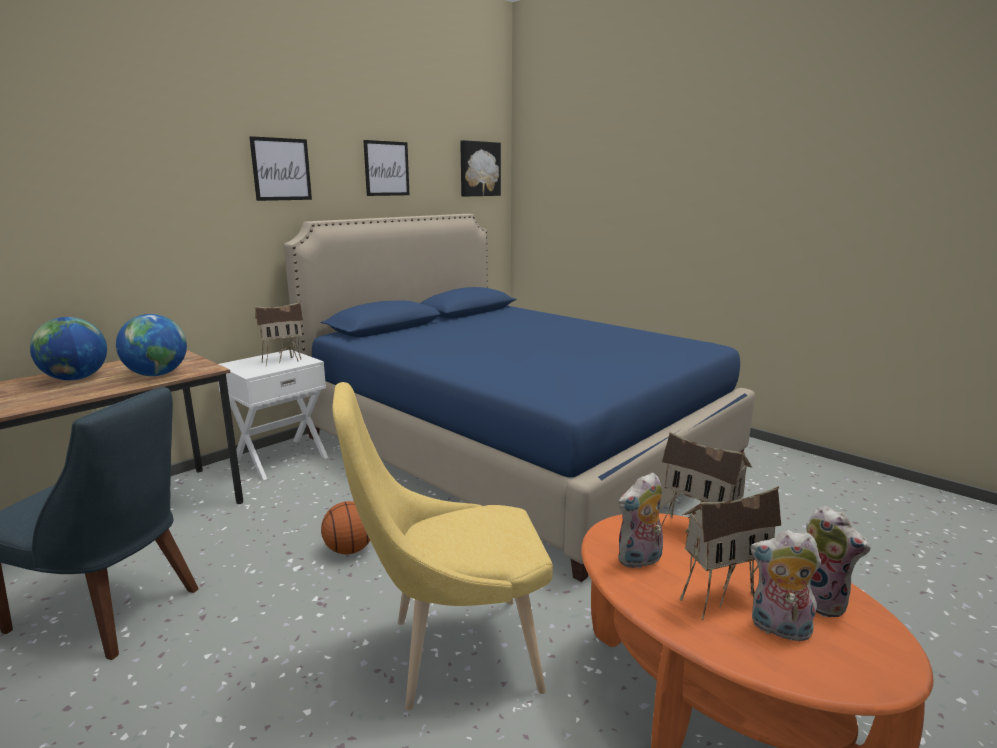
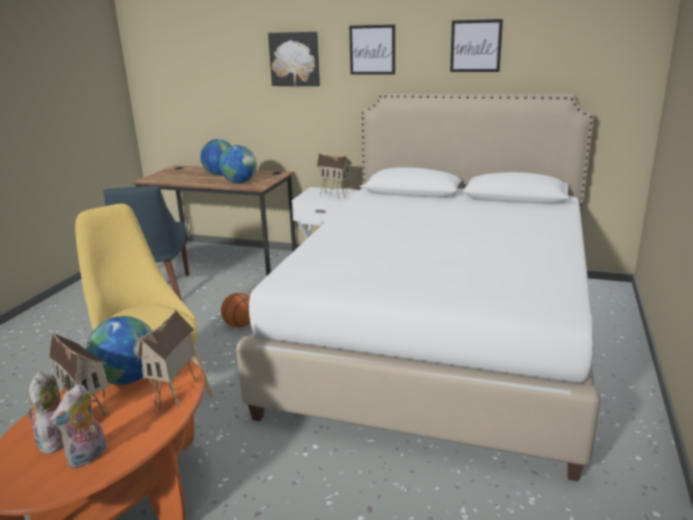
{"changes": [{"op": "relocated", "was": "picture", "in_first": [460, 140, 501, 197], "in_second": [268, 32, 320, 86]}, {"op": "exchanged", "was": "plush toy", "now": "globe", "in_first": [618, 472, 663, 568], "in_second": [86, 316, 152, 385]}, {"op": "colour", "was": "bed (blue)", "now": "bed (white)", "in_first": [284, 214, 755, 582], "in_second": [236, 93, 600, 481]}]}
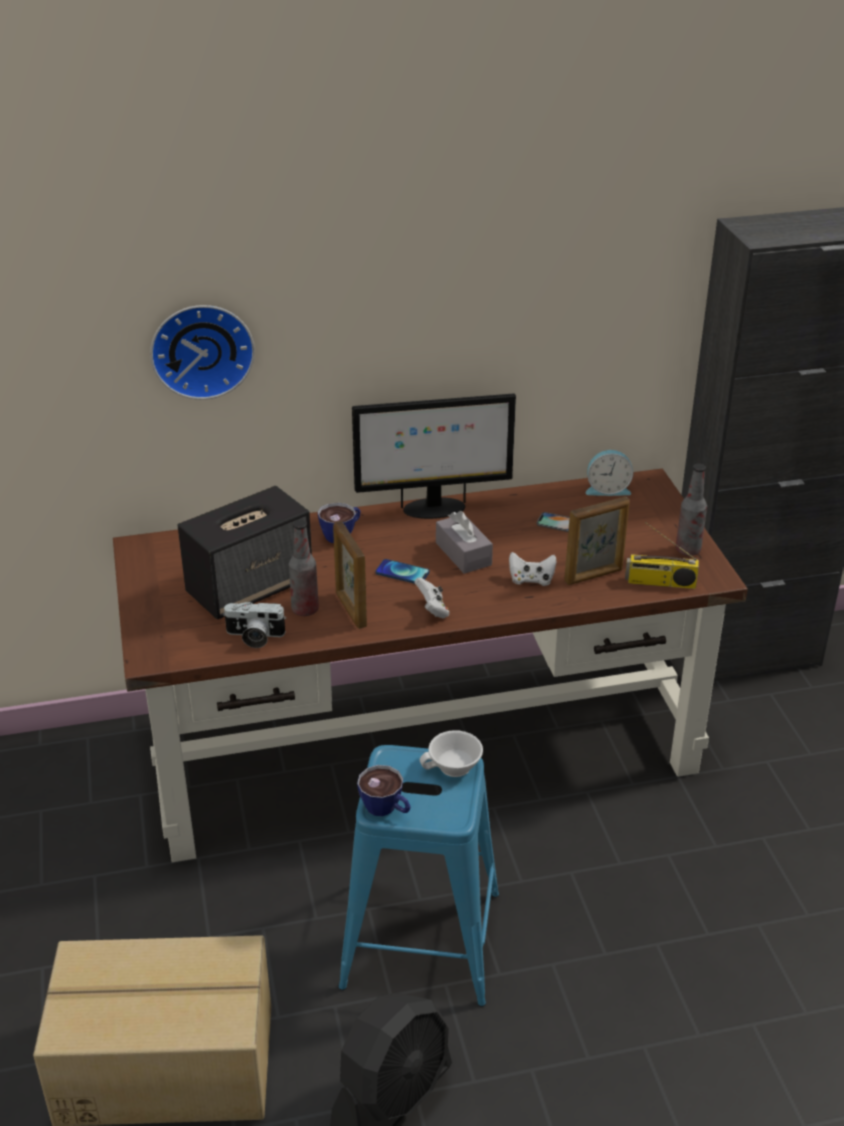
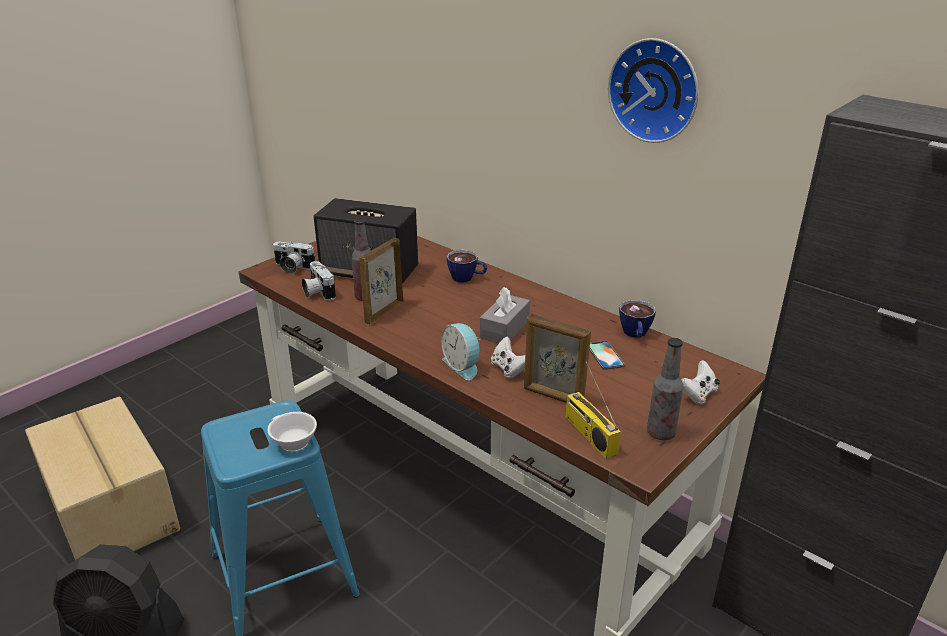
{"changes": [{"op": "missing", "was": "monitor", "in_first": [352, 393, 516, 519]}, {"op": "missing", "was": "phone", "in_first": [375, 559, 430, 584]}, {"op": "appeared", "now": "photo camera", "in_second": [273, 242, 315, 274]}, {"op": "relocated", "was": "wall clock", "in_first": [150, 305, 255, 400], "in_second": [608, 38, 699, 143]}, {"op": "relocated", "was": "cup", "in_first": [357, 765, 411, 816], "in_second": [619, 300, 656, 338]}, {"op": "relocated", "was": "game controller (white)", "in_first": [414, 578, 450, 618], "in_second": [681, 360, 720, 404]}, {"op": "relocated", "was": "alarm clock", "in_first": [585, 450, 633, 496], "in_second": [441, 323, 481, 380]}]}
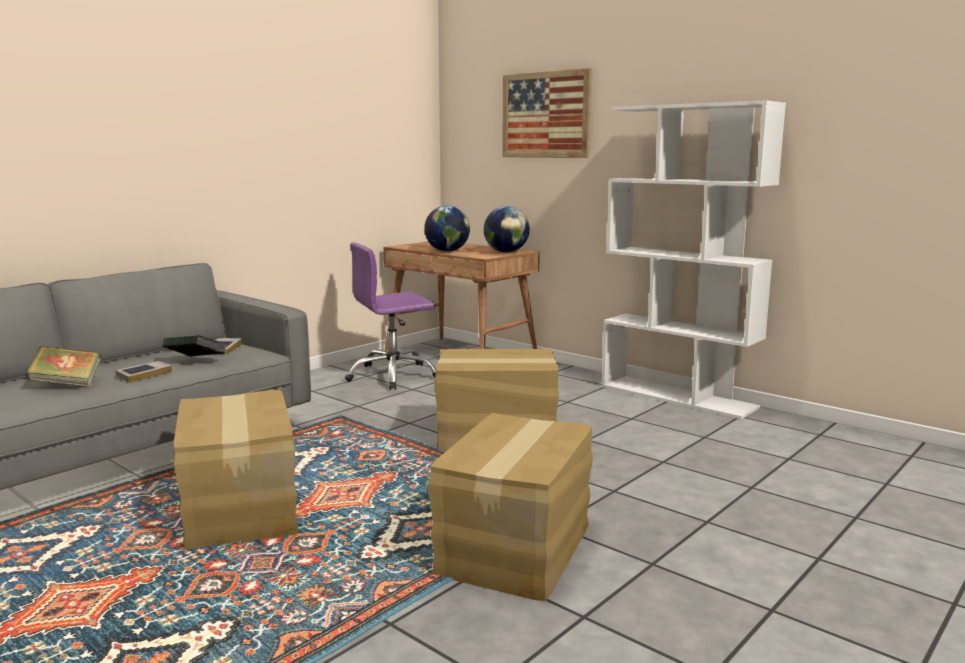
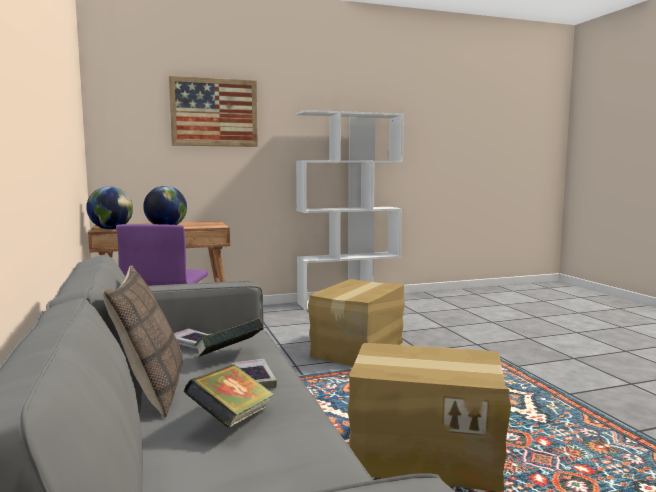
{"changes": [{"op": "missing", "was": "cardboard box", "in_first": [428, 413, 593, 601]}, {"op": "appeared", "now": "pillow", "in_second": [103, 265, 183, 418]}, {"op": "relocated", "was": "globe", "in_first": [484, 206, 530, 252], "in_second": [86, 186, 133, 230]}]}
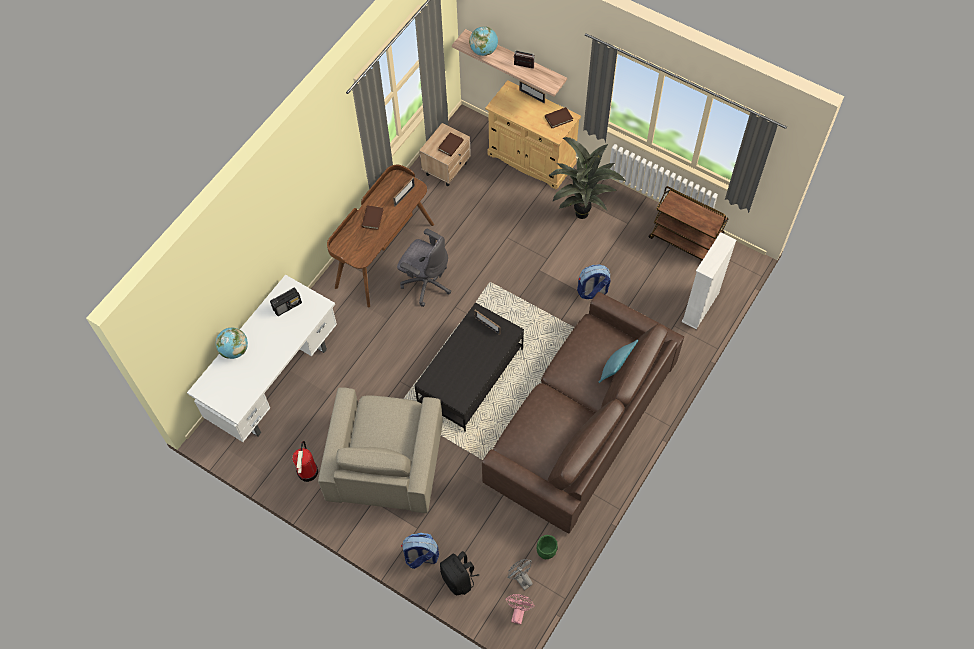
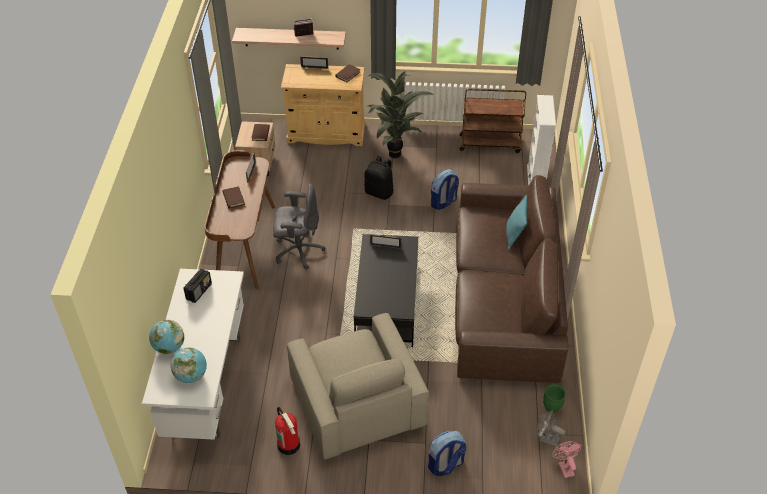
{"changes": [{"op": "relocated", "was": "backpack (black)", "in_first": [440, 551, 479, 595], "in_second": [364, 156, 394, 200]}, {"op": "relocated", "was": "globe", "in_first": [469, 26, 498, 56], "in_second": [171, 347, 207, 383]}]}
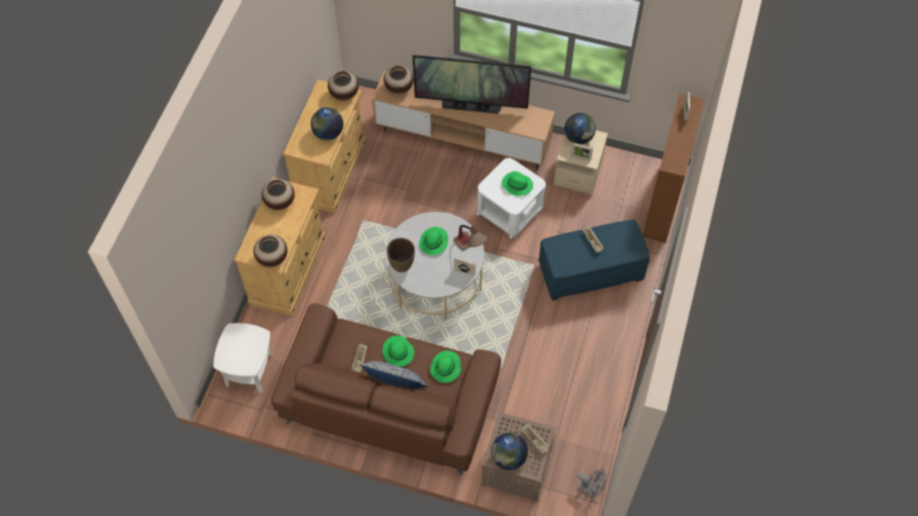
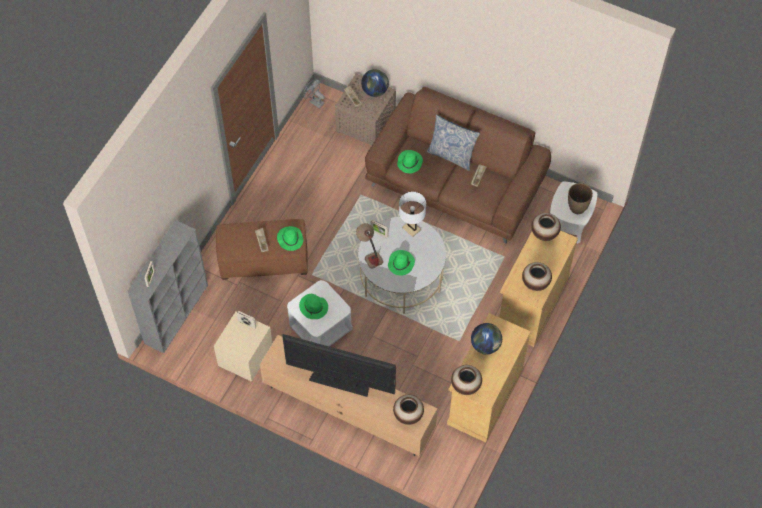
{"changes": [{"op": "missing", "was": "globe", "in_first": [564, 113, 596, 144]}, {"op": "appeared", "now": "table lamp (white)", "in_second": [399, 192, 426, 237]}, {"op": "relocated", "was": "hat (green)", "in_first": [383, 335, 414, 367], "in_second": [277, 226, 303, 251]}, {"op": "relocated", "was": "vase (brown)", "in_first": [387, 238, 415, 272], "in_second": [568, 183, 593, 214]}, {"op": "colour", "was": "ottoman (blue)", "now": "ottoman (brown)", "in_first": [539, 220, 650, 301], "in_second": [216, 219, 308, 280]}, {"op": "colour", "was": "bookcase (brown)", "now": "bookcase (grey)", "in_first": [642, 93, 705, 243], "in_second": [128, 220, 208, 353]}]}
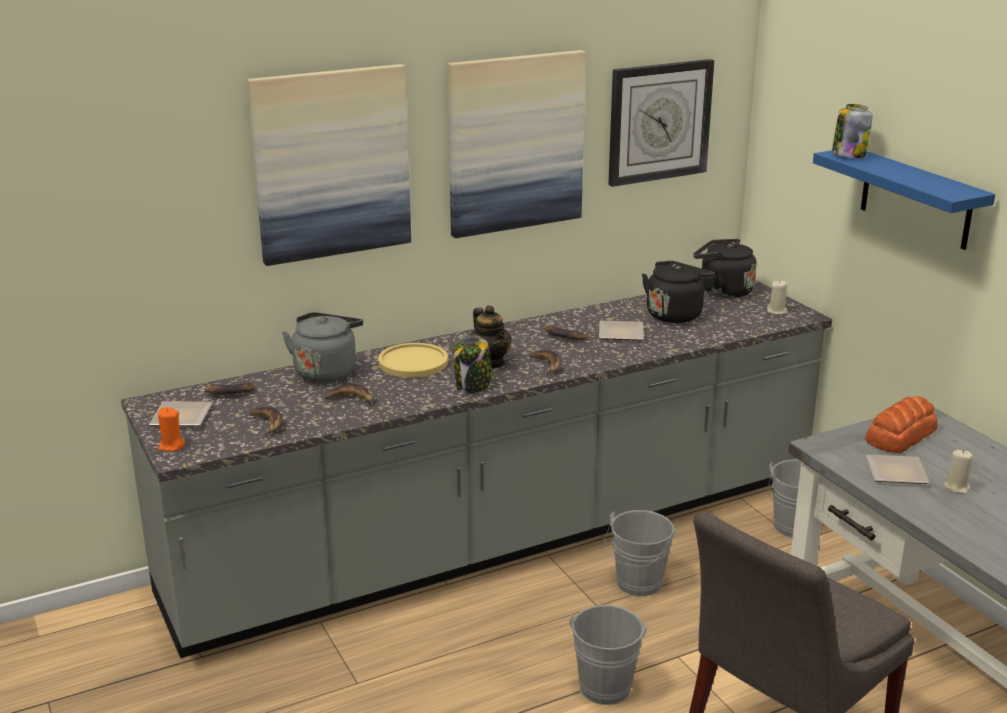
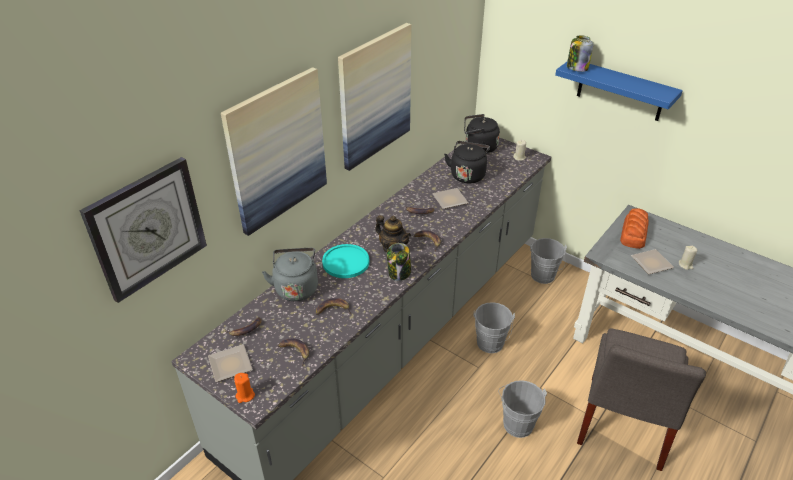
{"changes": [{"op": "relocated", "was": "wall clock", "in_first": [608, 59, 714, 187], "in_second": [79, 157, 207, 303]}, {"op": "colour", "was": "plate (yellow)", "now": "plate (turquoise)", "in_first": [378, 343, 448, 377], "in_second": [322, 244, 370, 278]}]}
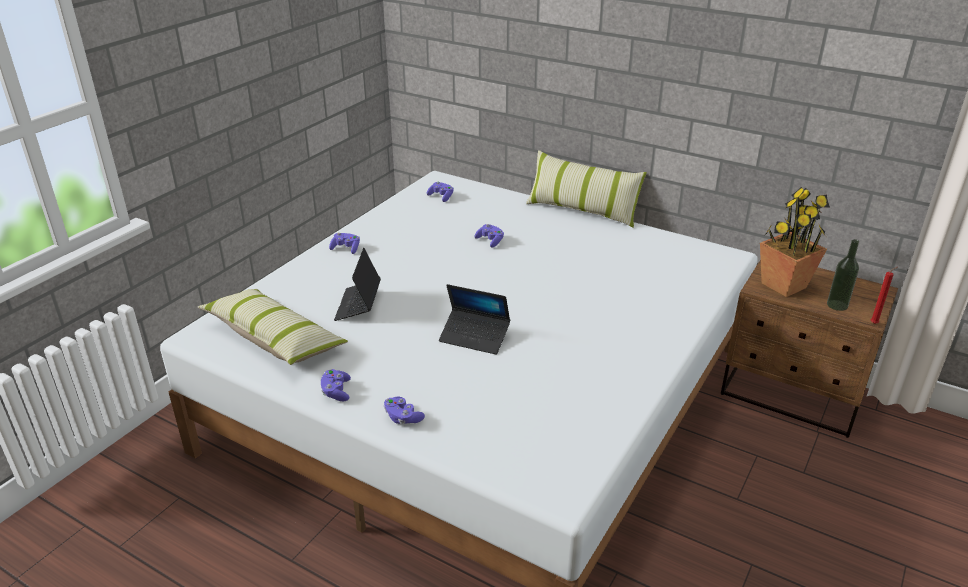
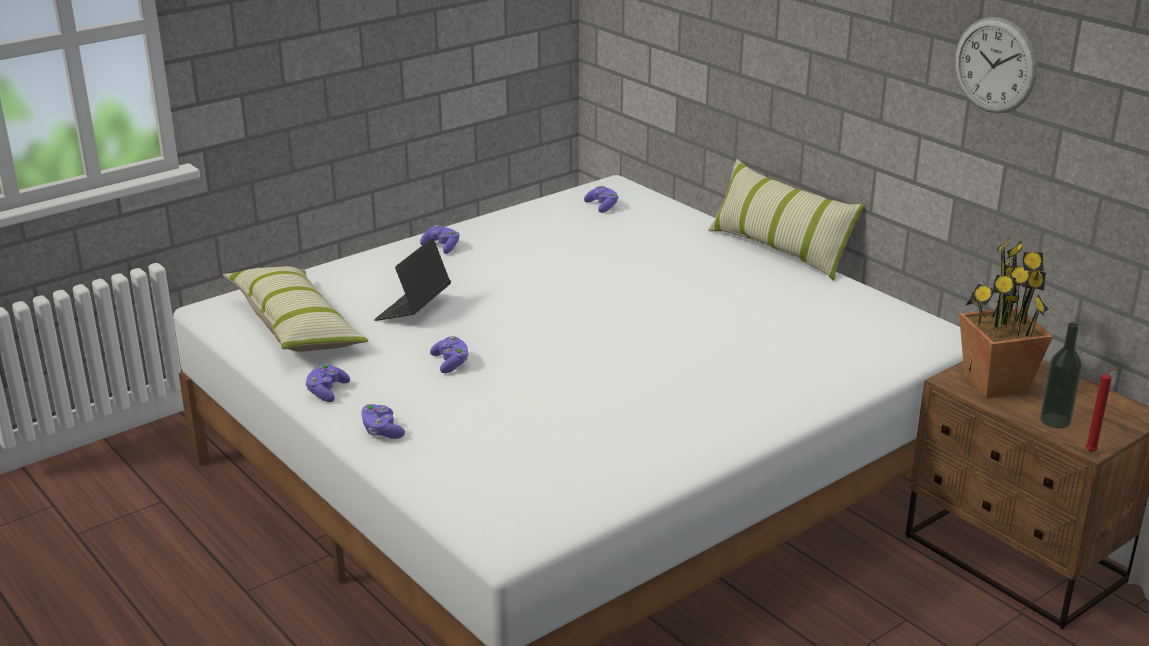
{"changes": [{"op": "missing", "was": "laptop", "in_first": [439, 284, 510, 355]}, {"op": "appeared", "now": "wall clock", "in_second": [955, 17, 1037, 113]}, {"op": "relocated", "was": "game controller (purple)", "in_first": [475, 224, 504, 248], "in_second": [430, 336, 469, 373]}]}
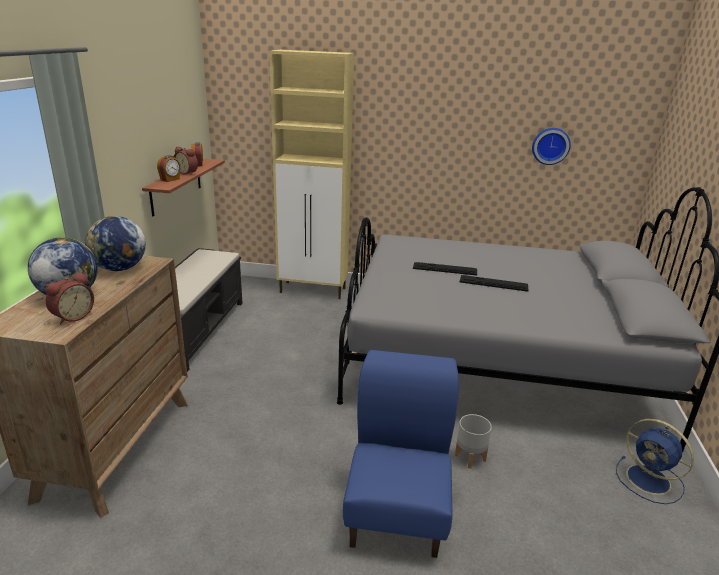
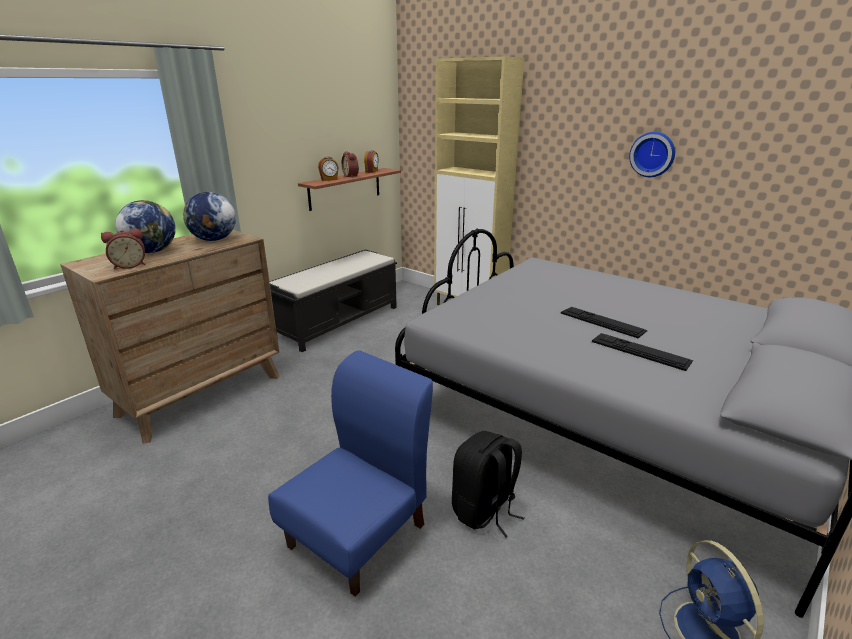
{"changes": [{"op": "relocated", "was": "keyboard", "in_first": [413, 262, 477, 276], "in_second": [592, 333, 693, 371]}, {"op": "relocated", "was": "wall clock", "in_first": [532, 128, 571, 165], "in_second": [629, 132, 675, 177]}, {"op": "exchanged", "was": "planter (grey)", "now": "backpack (black)", "in_first": [455, 414, 492, 469], "in_second": [452, 431, 524, 537]}]}
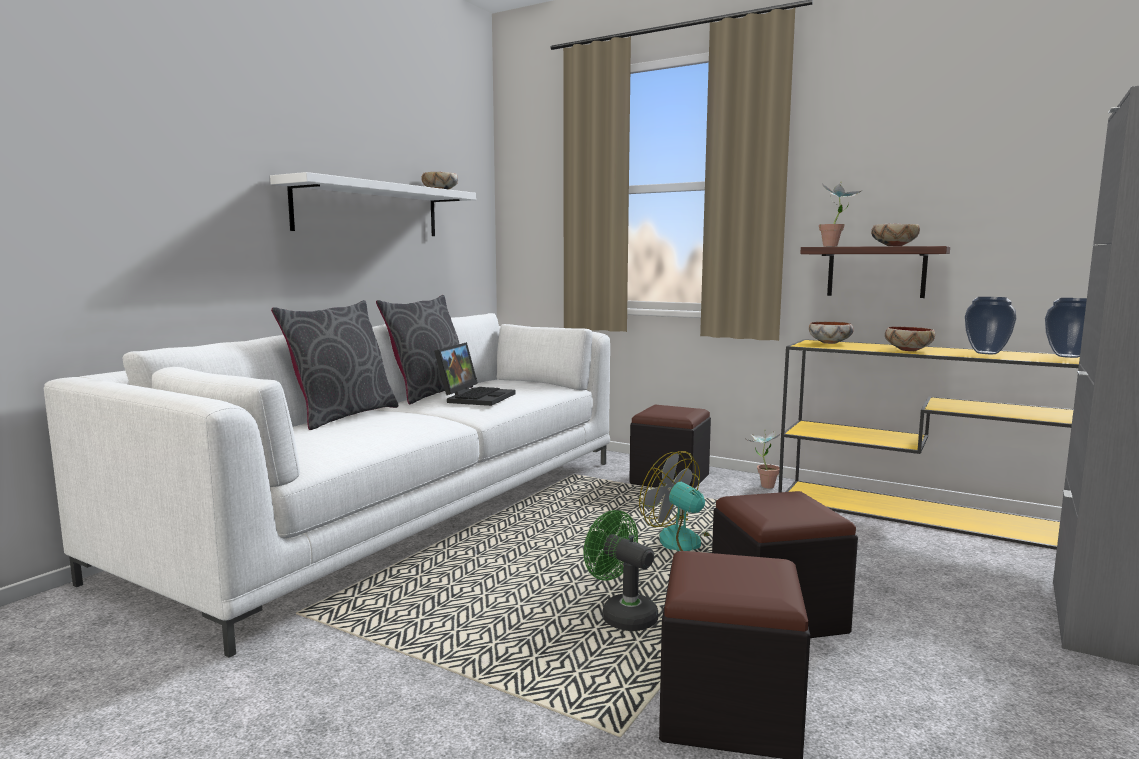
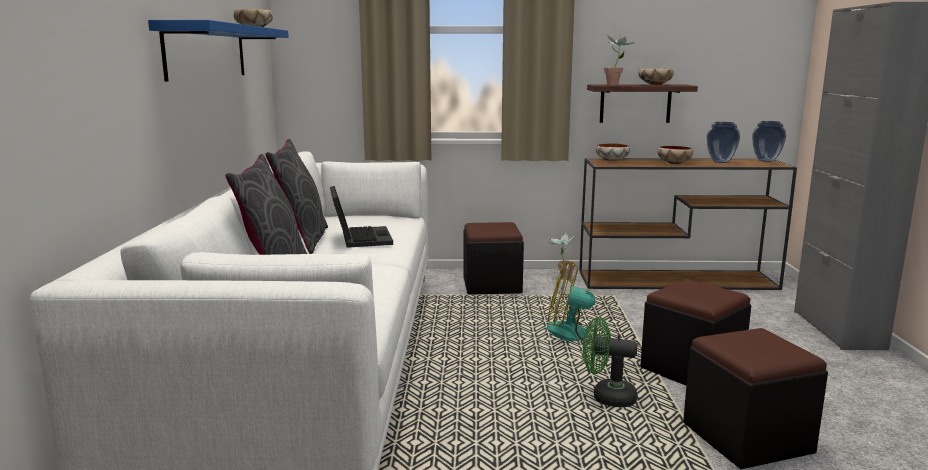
{"changes": [{"op": "colour", "was": "shelf (white)", "now": "shelf (blue)", "in_first": [270, 172, 476, 236], "in_second": [148, 20, 289, 82]}, {"op": "colour", "was": "console table (yellow)", "now": "console table (brown)", "in_first": [778, 339, 1080, 550], "in_second": [579, 158, 797, 290]}]}
